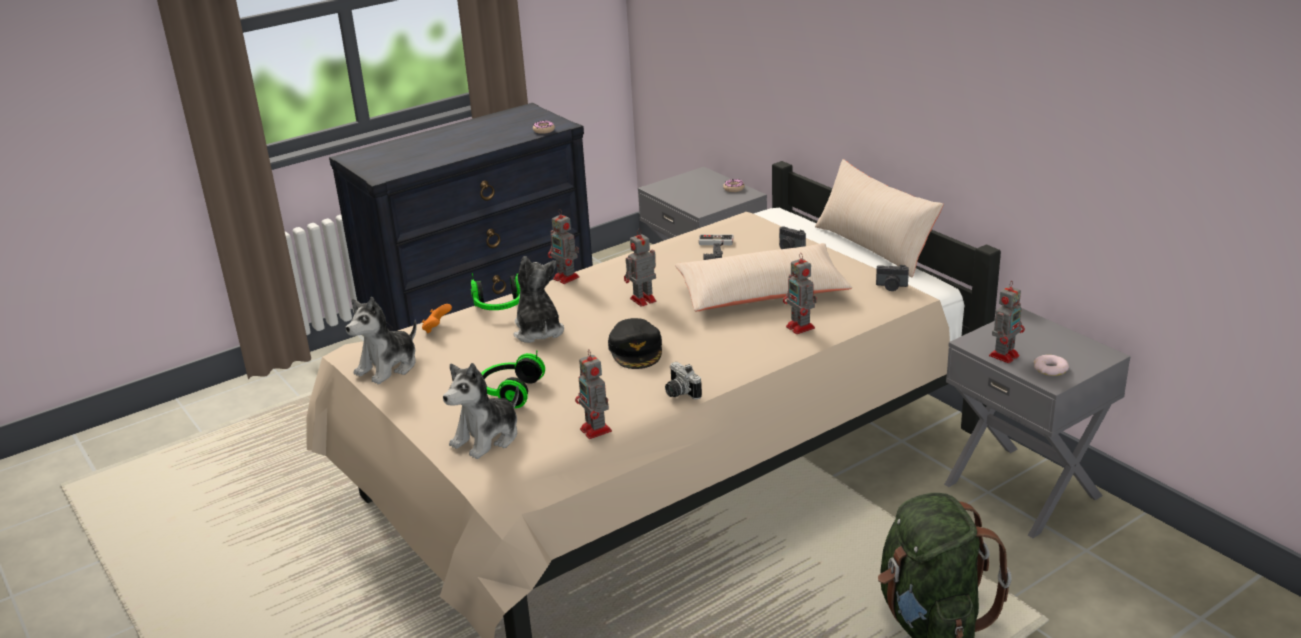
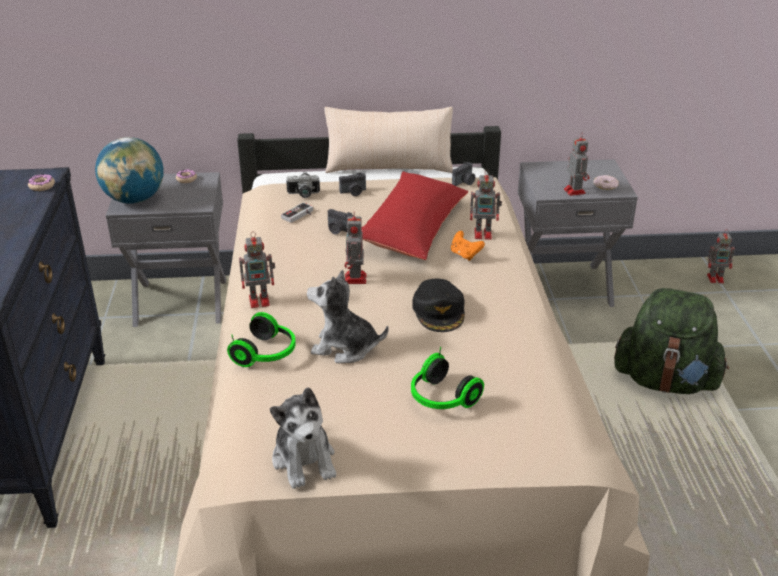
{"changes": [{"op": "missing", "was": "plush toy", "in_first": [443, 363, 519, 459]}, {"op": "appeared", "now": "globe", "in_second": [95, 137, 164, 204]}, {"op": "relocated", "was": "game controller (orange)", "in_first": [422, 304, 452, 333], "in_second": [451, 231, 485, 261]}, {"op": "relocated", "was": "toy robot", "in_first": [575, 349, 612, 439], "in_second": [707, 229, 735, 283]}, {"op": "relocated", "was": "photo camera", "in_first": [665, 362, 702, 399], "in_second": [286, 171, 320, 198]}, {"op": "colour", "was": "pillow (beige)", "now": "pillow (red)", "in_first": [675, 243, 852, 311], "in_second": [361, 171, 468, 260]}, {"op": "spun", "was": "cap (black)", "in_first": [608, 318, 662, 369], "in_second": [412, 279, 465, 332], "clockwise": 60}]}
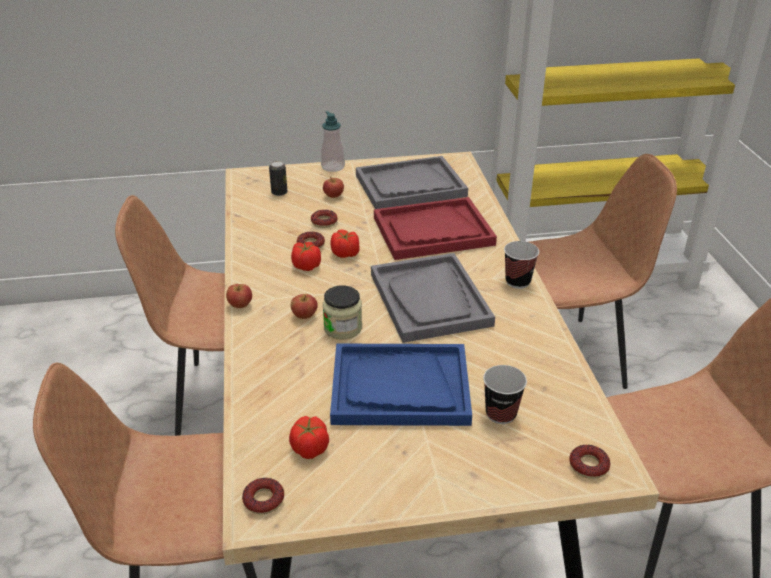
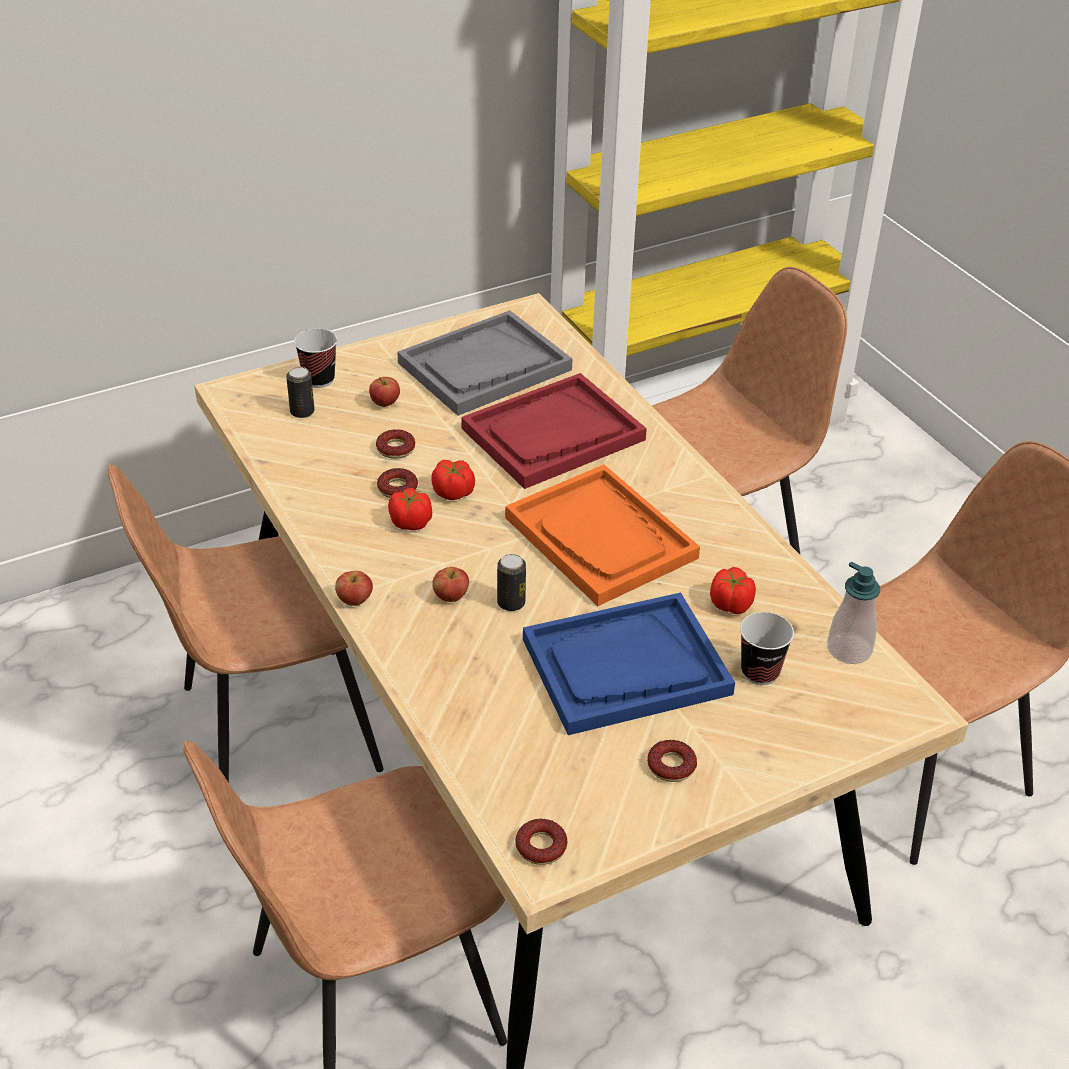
{"changes": [{"op": "relocated", "was": "tomato", "in_first": [289, 416, 329, 459], "in_second": [710, 567, 756, 614]}, {"op": "relocated", "was": "soap dispenser", "in_first": [321, 111, 345, 172], "in_second": [828, 562, 880, 664]}, {"op": "relocated", "was": "cup", "in_first": [504, 241, 539, 289], "in_second": [294, 329, 337, 388]}, {"op": "relocated", "was": "donut", "in_first": [569, 445, 610, 479], "in_second": [647, 740, 697, 782]}, {"op": "exchanged", "was": "jar", "now": "can", "in_first": [323, 286, 362, 340], "in_second": [497, 554, 526, 611]}, {"op": "colour", "was": "tray (grey)", "now": "tray (orange)", "in_first": [371, 253, 495, 343], "in_second": [505, 464, 700, 606]}]}
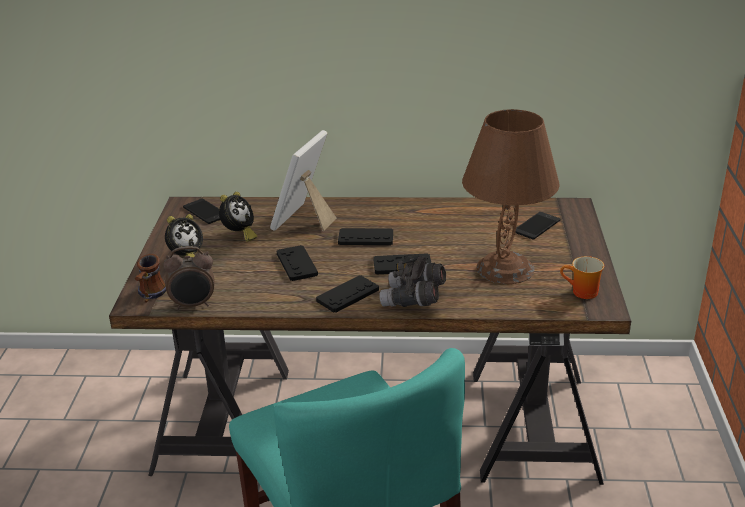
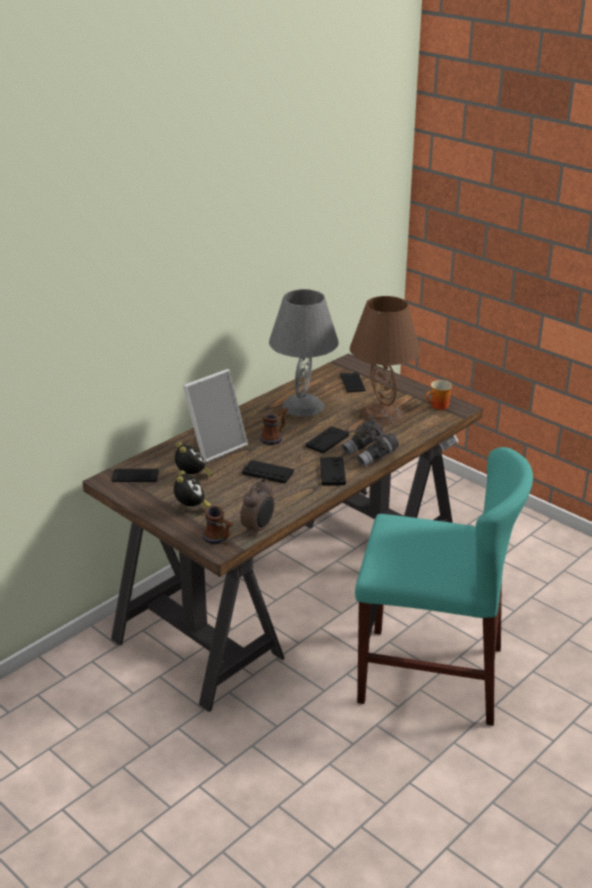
{"changes": [{"op": "appeared", "now": "table lamp (grey)", "in_second": [269, 289, 339, 417]}, {"op": "exchanged", "was": "game controller (black)", "now": "mug", "in_first": [338, 228, 393, 246], "in_second": [260, 408, 288, 445]}, {"op": "spun", "was": "picture frame", "in_first": [270, 130, 336, 231], "in_second": [183, 369, 248, 463], "clockwise": -105}]}
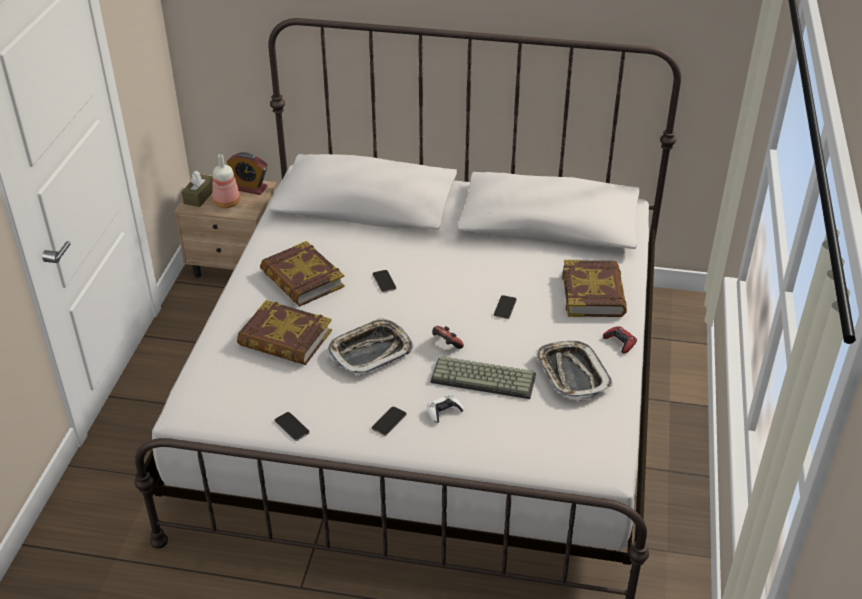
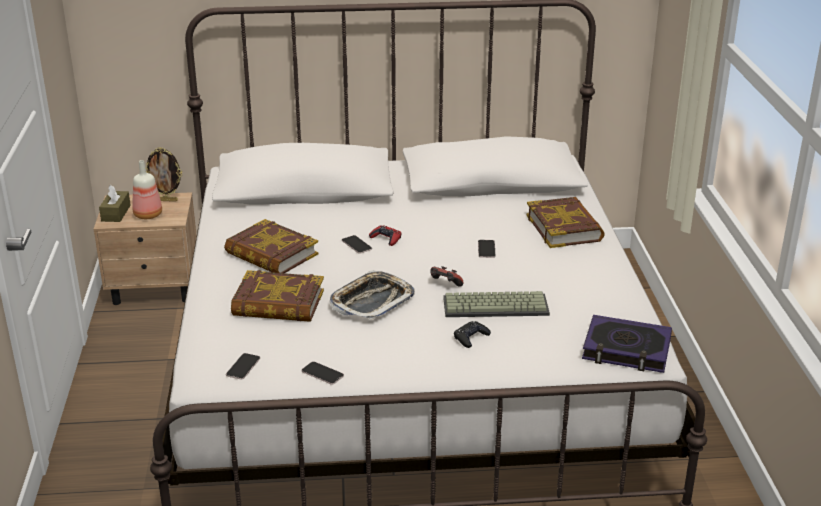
{"changes": [{"op": "missing", "was": "tray", "in_first": [535, 341, 613, 400]}, {"op": "appeared", "now": "book", "in_second": [582, 315, 672, 373]}, {"op": "relocated", "was": "phone", "in_first": [371, 406, 407, 436], "in_second": [226, 353, 260, 380]}, {"op": "relocated", "was": "game controller (red)", "in_first": [603, 326, 637, 353], "in_second": [369, 225, 402, 246]}, {"op": "exchanged", "was": "alarm clock", "now": "picture frame", "in_first": [227, 152, 267, 195], "in_second": [145, 147, 182, 202]}, {"op": "colour", "was": "game controller (white)", "now": "game controller (black)", "in_first": [427, 395, 464, 423], "in_second": [454, 321, 491, 348]}]}
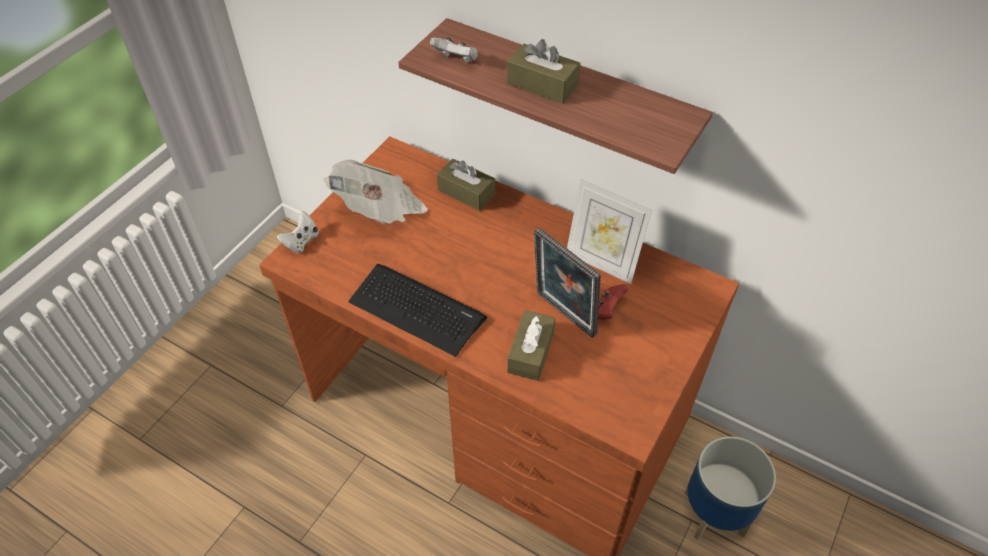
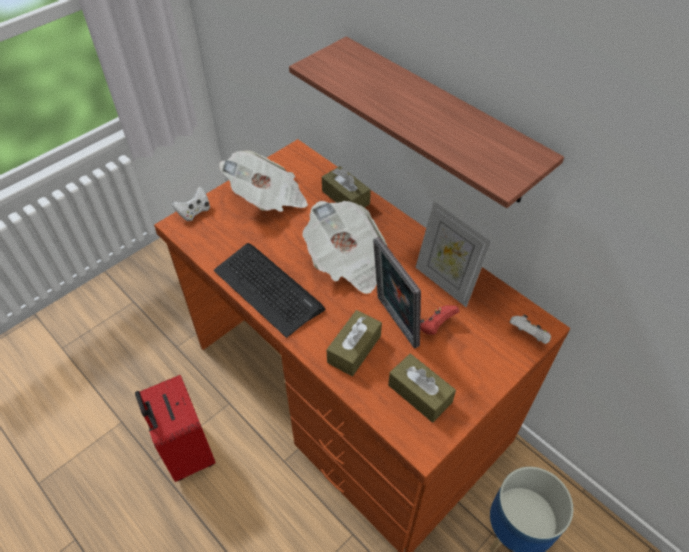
{"changes": [{"op": "appeared", "now": "suitcase (red)", "in_second": [135, 375, 216, 482]}, {"op": "appeared", "now": "newspaper", "in_second": [303, 201, 387, 294]}, {"op": "relocated", "was": "game controller (white)", "in_first": [430, 37, 478, 63], "in_second": [510, 314, 551, 344]}, {"op": "relocated", "was": "tissue box (brown)", "in_first": [507, 39, 581, 104], "in_second": [388, 354, 456, 423]}]}
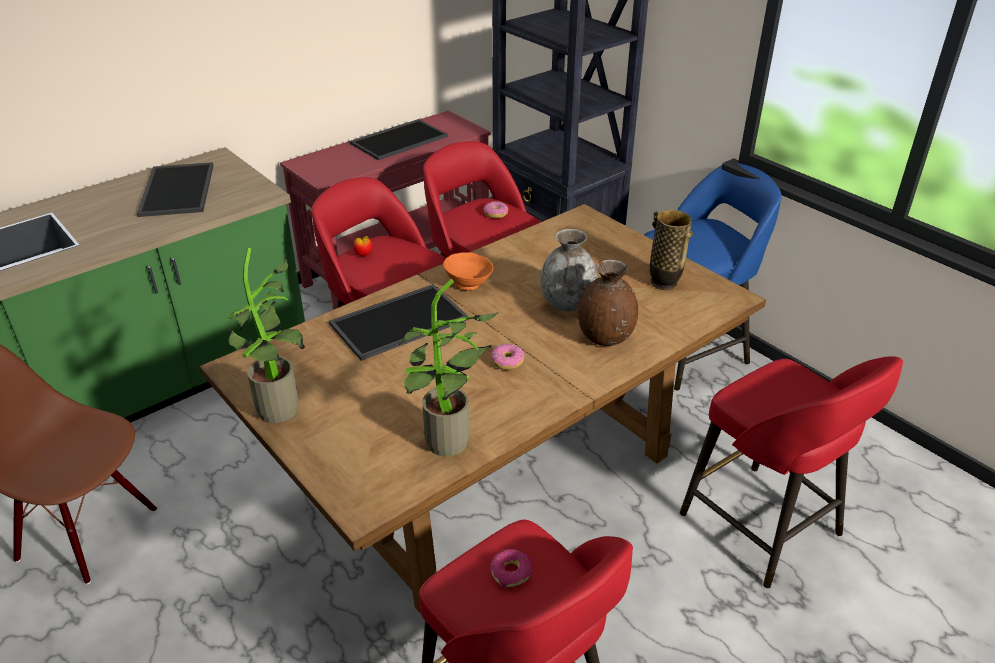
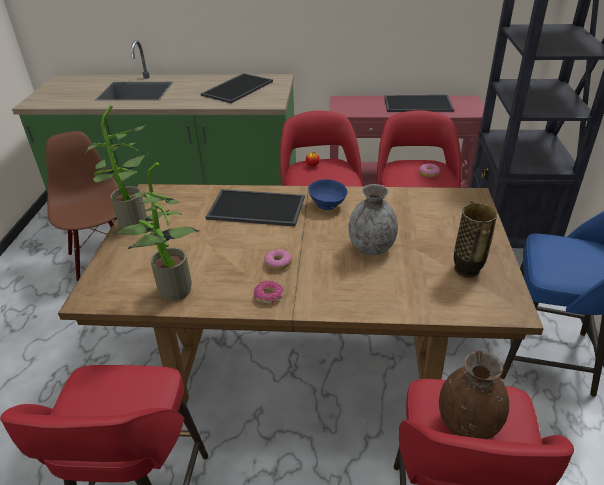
{"changes": [{"op": "relocated", "was": "donut", "in_first": [490, 549, 532, 587], "in_second": [253, 281, 283, 304]}, {"op": "relocated", "was": "vase (brown)", "in_first": [578, 259, 638, 346], "in_second": [439, 351, 509, 439]}, {"op": "colour", "was": "bowl (orange)", "now": "bowl (blue)", "in_first": [443, 252, 493, 291], "in_second": [308, 179, 348, 210]}]}
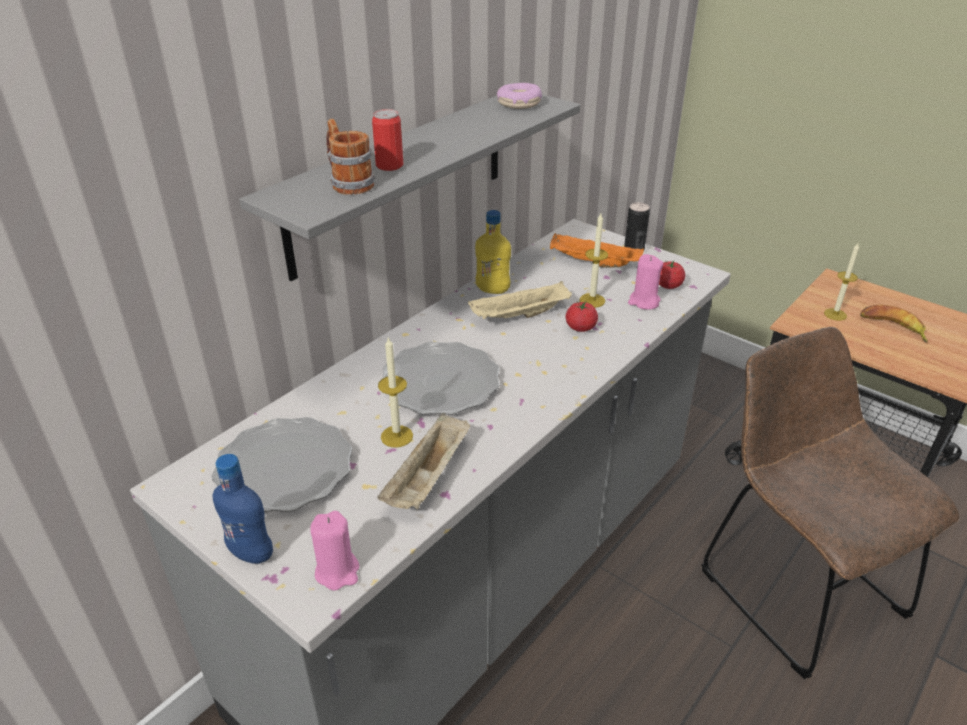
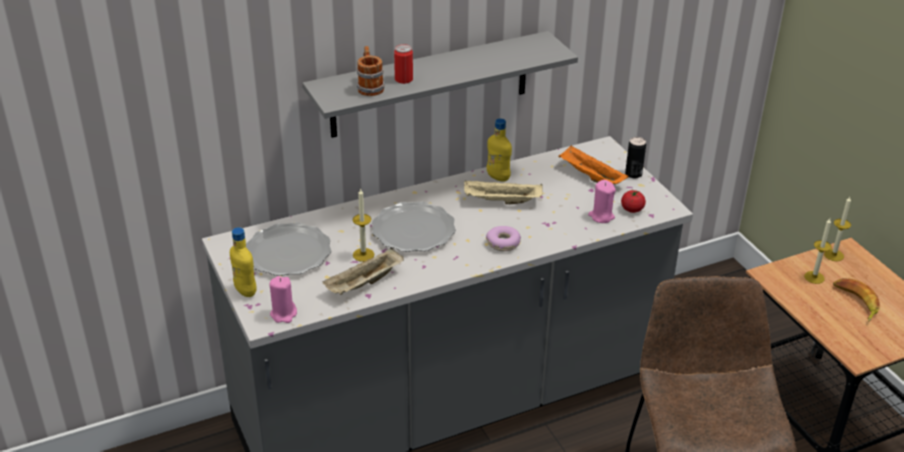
{"changes": [{"op": "missing", "was": "tomato", "in_first": [566, 301, 598, 332]}, {"op": "relocated", "was": "donut", "in_first": [497, 83, 542, 109], "in_second": [486, 226, 521, 251]}, {"op": "relocated", "was": "candle", "in_first": [580, 213, 608, 308], "in_second": [824, 197, 851, 261]}, {"op": "colour", "was": "bottle (blue)", "now": "bottle (yellow)", "in_first": [213, 454, 273, 564], "in_second": [230, 227, 257, 297]}]}
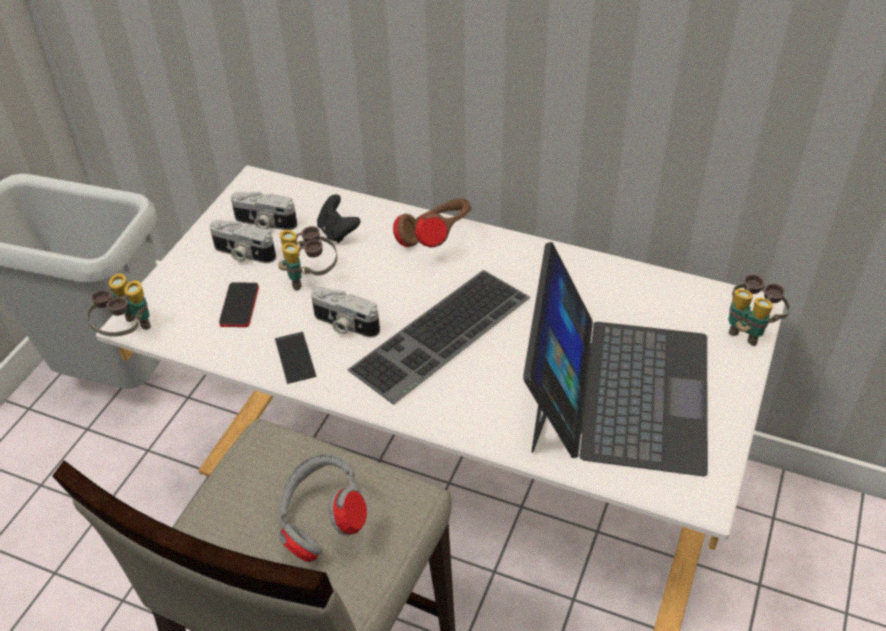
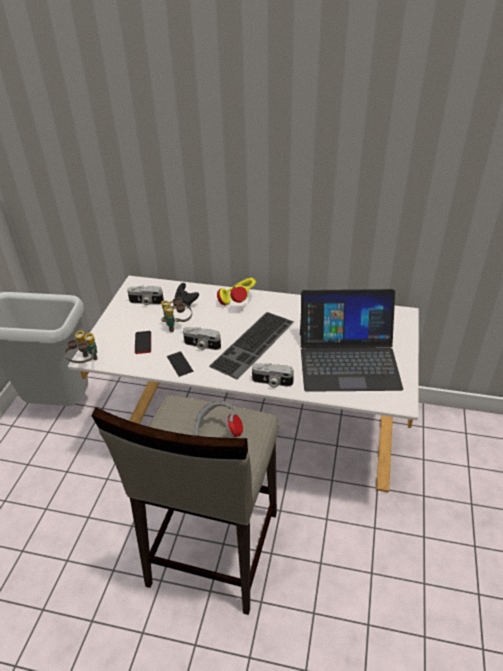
{"changes": [{"op": "missing", "was": "binoculars", "in_first": [729, 274, 790, 346]}, {"op": "relocated", "was": "photo camera", "in_first": [209, 220, 276, 263], "in_second": [252, 363, 294, 388]}, {"op": "colour", "was": "headphones (brown)", "now": "headphones (yellow)", "in_first": [393, 198, 472, 248], "in_second": [217, 278, 256, 305]}, {"op": "spun", "was": "laptop", "in_first": [523, 242, 708, 477], "in_second": [300, 289, 403, 392], "clockwise": 90}]}
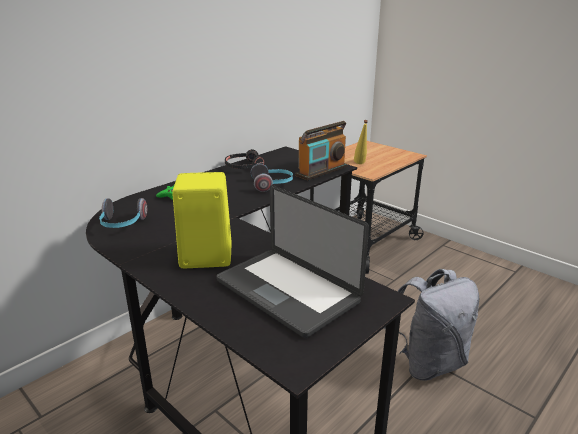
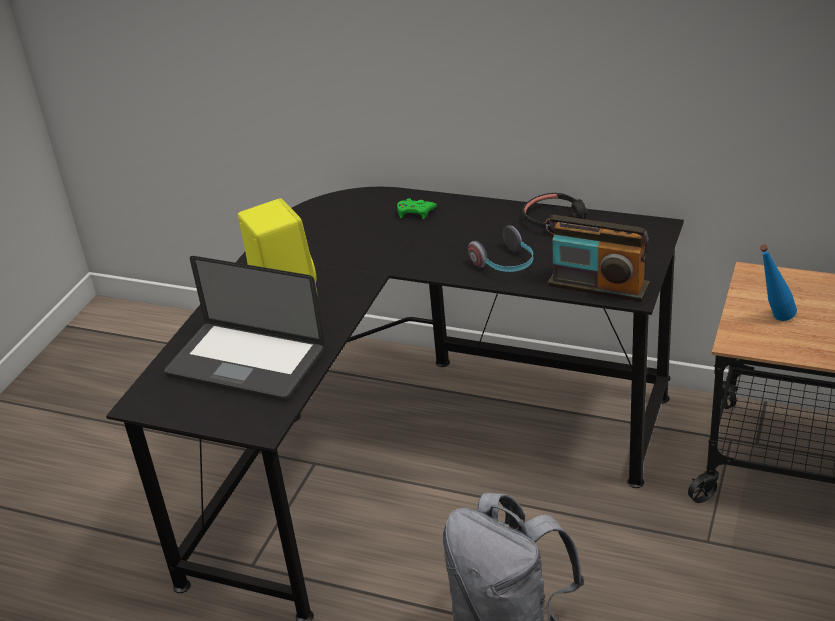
{"changes": [{"op": "missing", "was": "headphones", "in_first": [99, 198, 147, 228]}, {"op": "colour", "was": "bottle (yellow)", "now": "bottle (blue)", "in_first": [354, 120, 368, 164], "in_second": [760, 244, 797, 321]}, {"op": "spun", "was": "laptop", "in_first": [217, 185, 369, 338], "in_second": [164, 256, 325, 401], "clockwise": -90}]}
